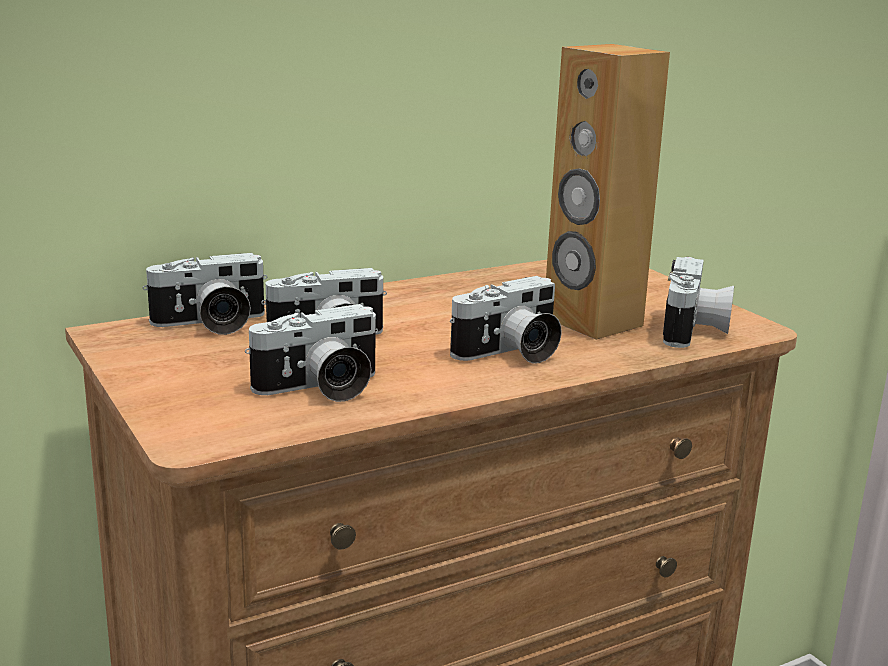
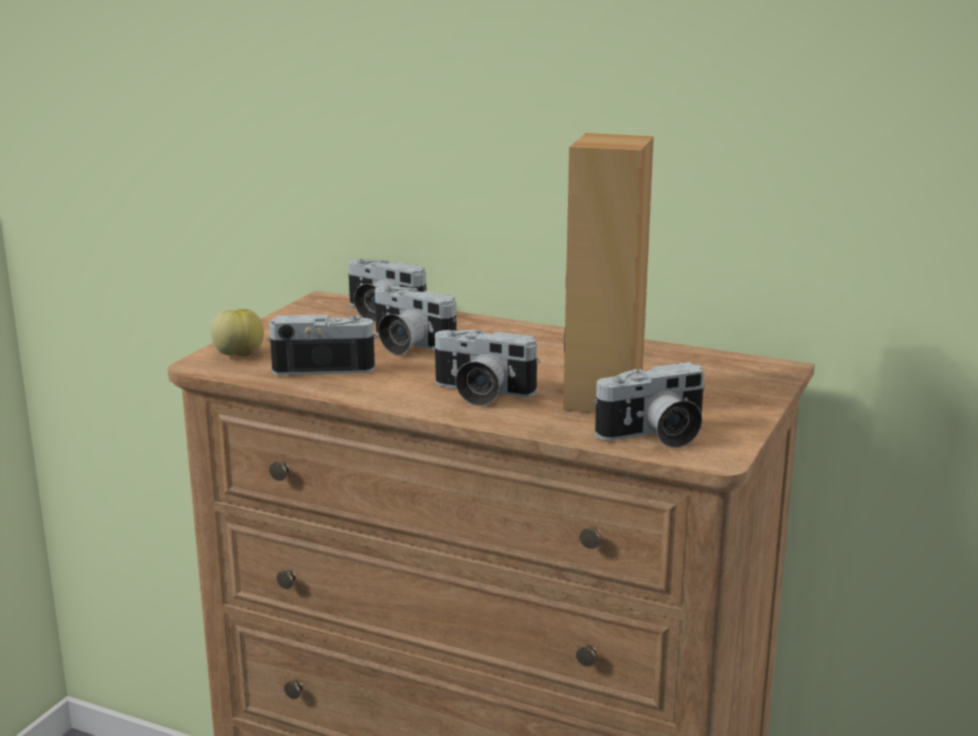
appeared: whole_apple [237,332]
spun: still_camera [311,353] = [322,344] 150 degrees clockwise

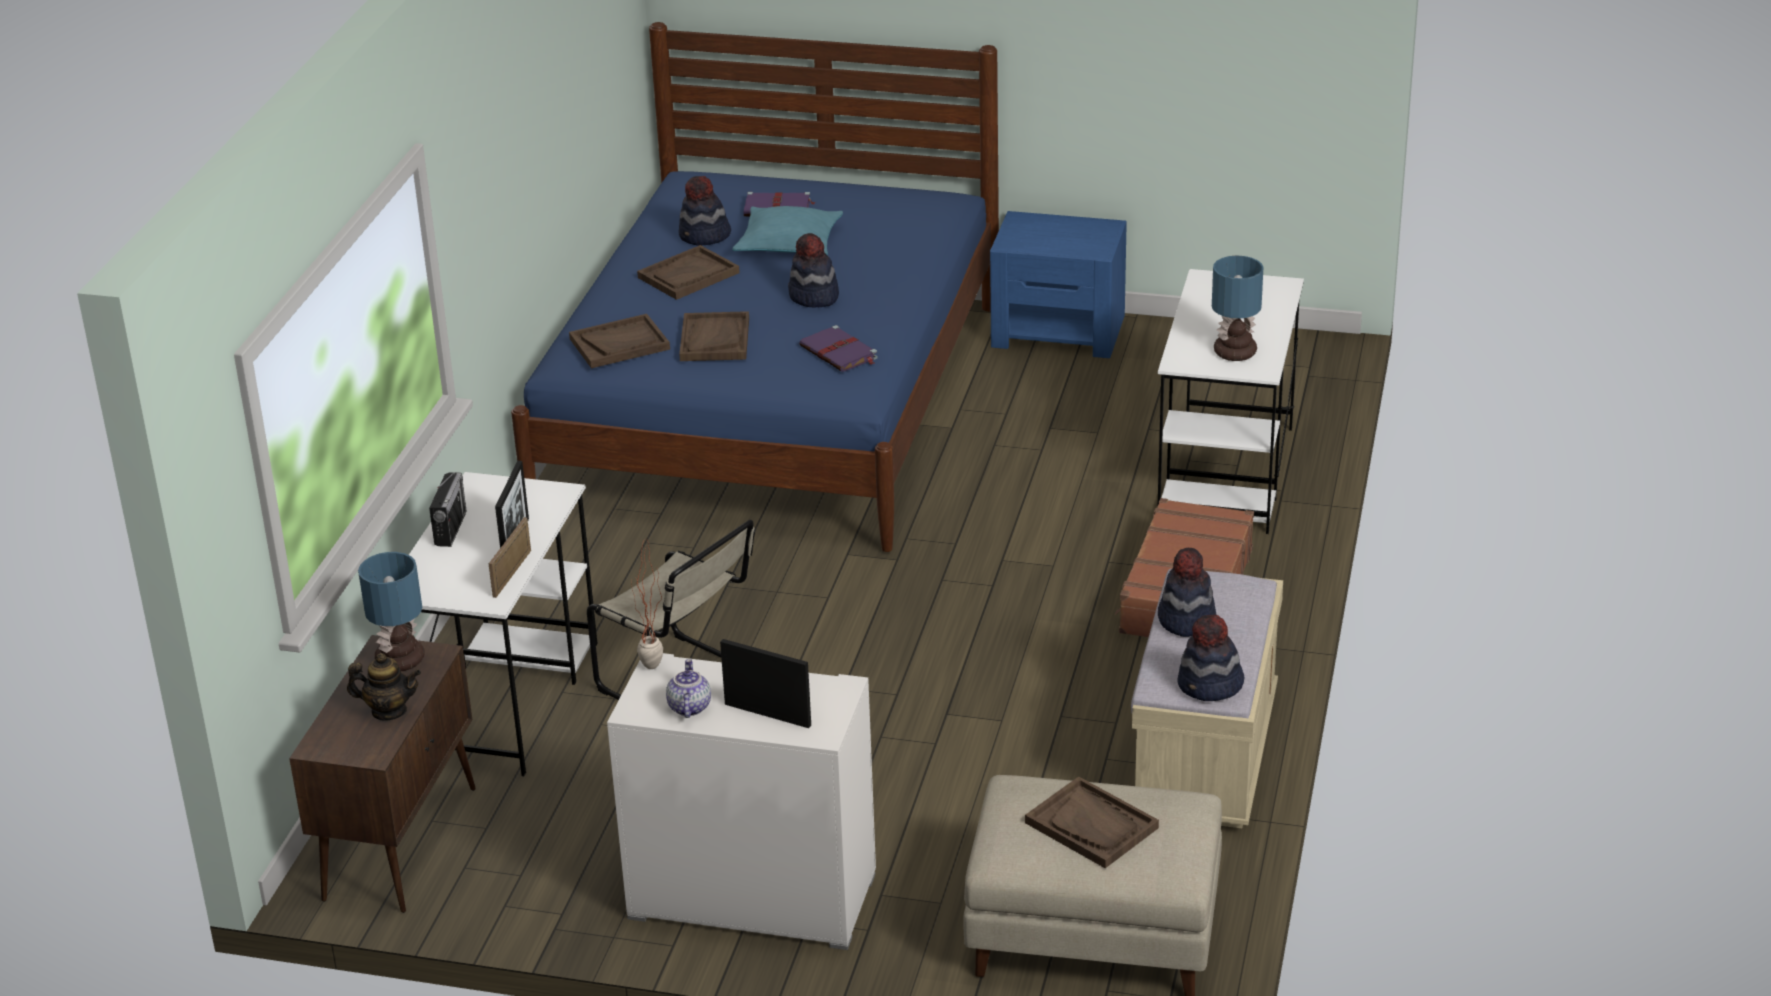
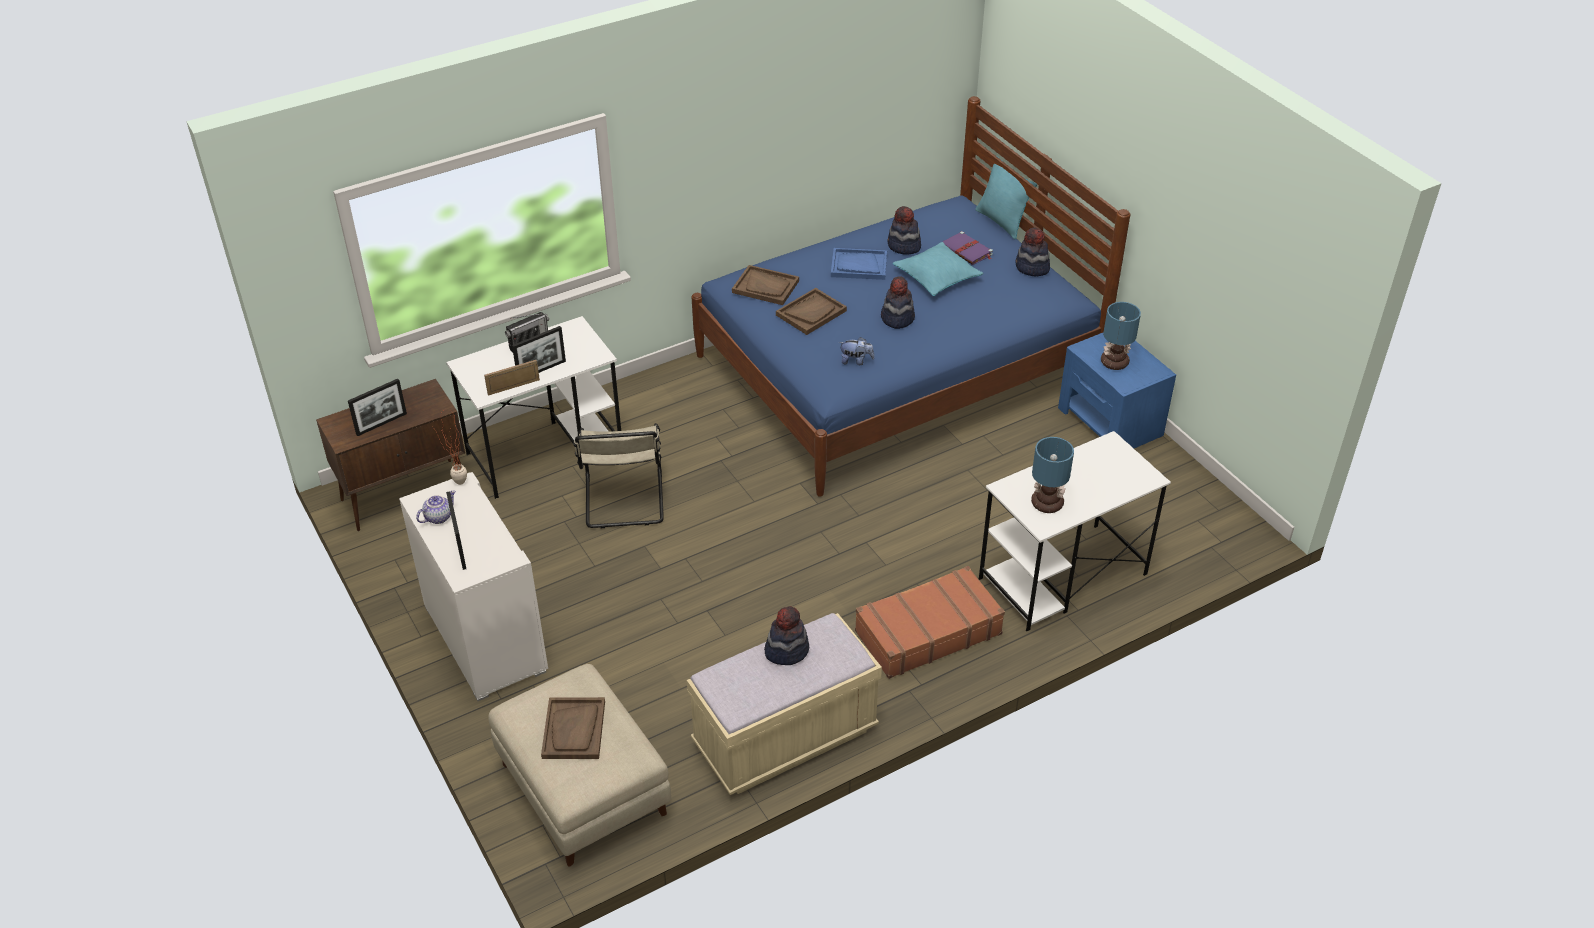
appeared: turquoise-coloured_throw_pillow [1006,197]
relocated: clothing_hat [1210,657] to [1032,251]; lamp_for_a_table [391,611] to [1121,336]
exchanged: pot_for_tea [384,687] to photo_frame [377,407]; purple_bound_book [838,348] to plush_toy [856,351]
colour: brownish_serving_tray [688,272] to bluish_serving_tray [859,264]

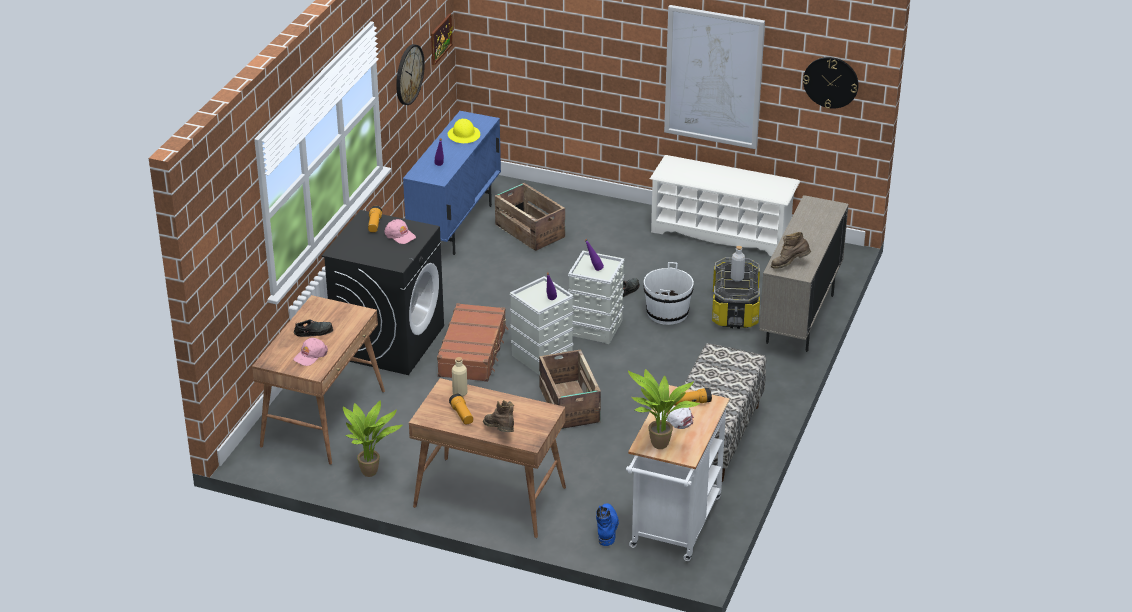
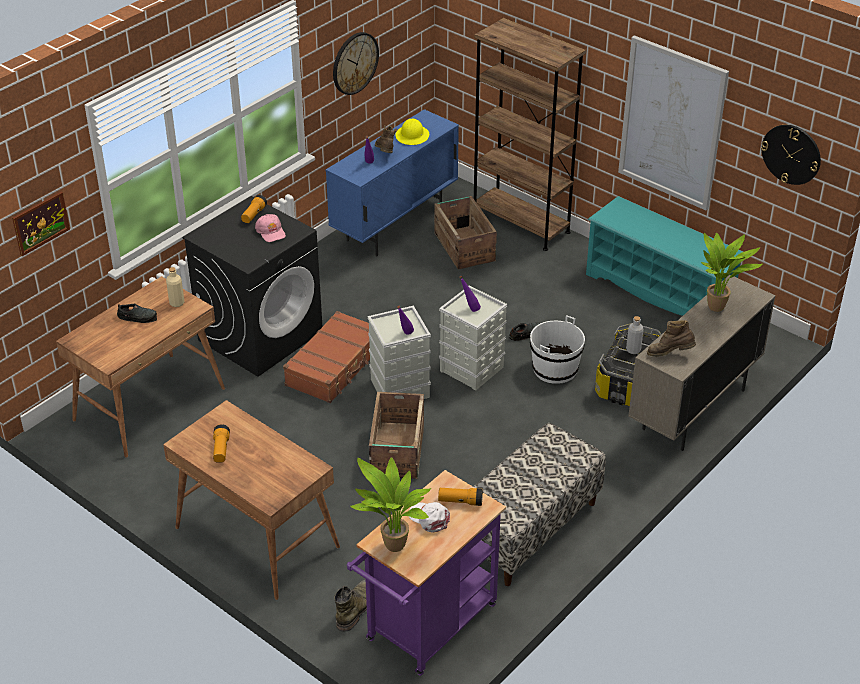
missing: pink-coloured_cap [310,352]
appeared: brownish_shelving_unit [530,134]
relocated: picture [442,40] to [41,224]; beige-coloured_drink_bottle [460,377] to [175,287]; brownish_high-top_boot [498,416] to [386,139]; potted_plant [373,439] to [732,272]
colour: bluish_high-top_boot [607,524] to green-coloured_high-top_boot [350,606]; whitish_wheeled_cart [678,473] to purple_wheeled_cart [426,573]; whitish_shoe_stand [725,205] to turquoise-coloured_shoe_stand [664,256]

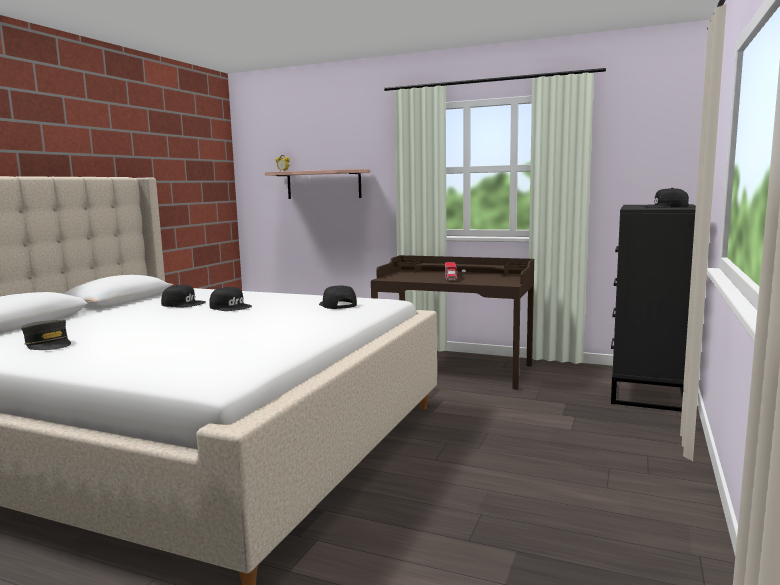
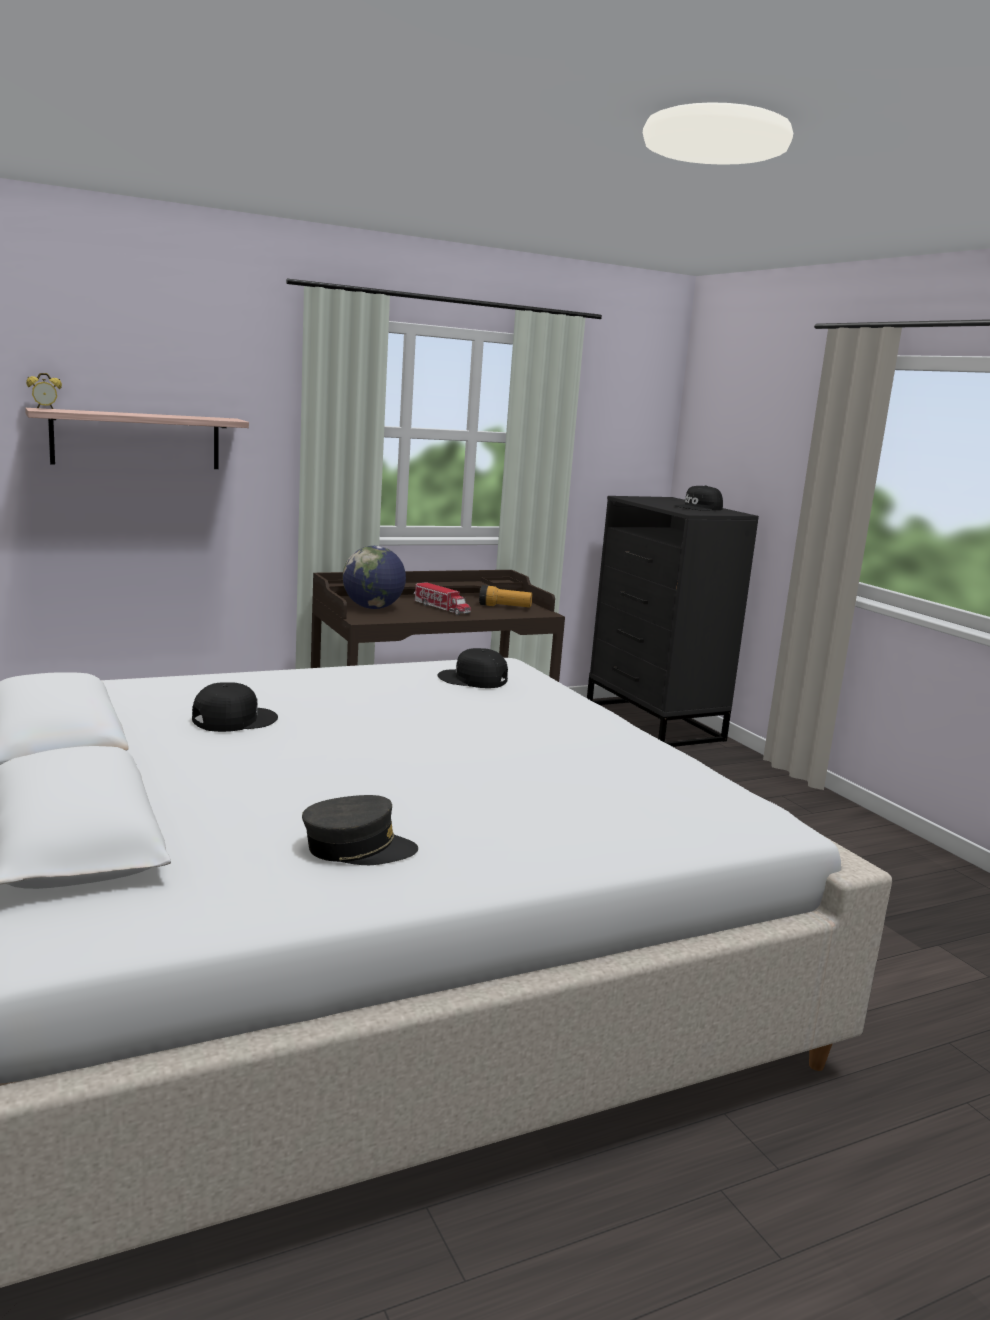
missing: blackish_cap [230,299]
appeared: globe [374,577]; flashlight [505,596]

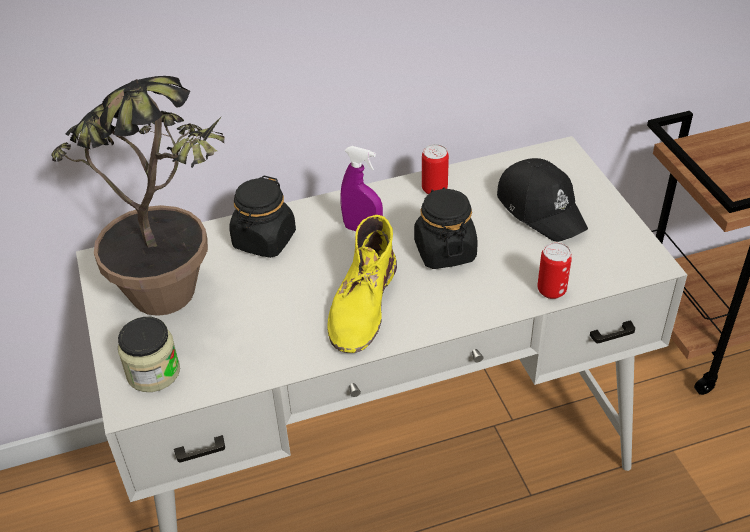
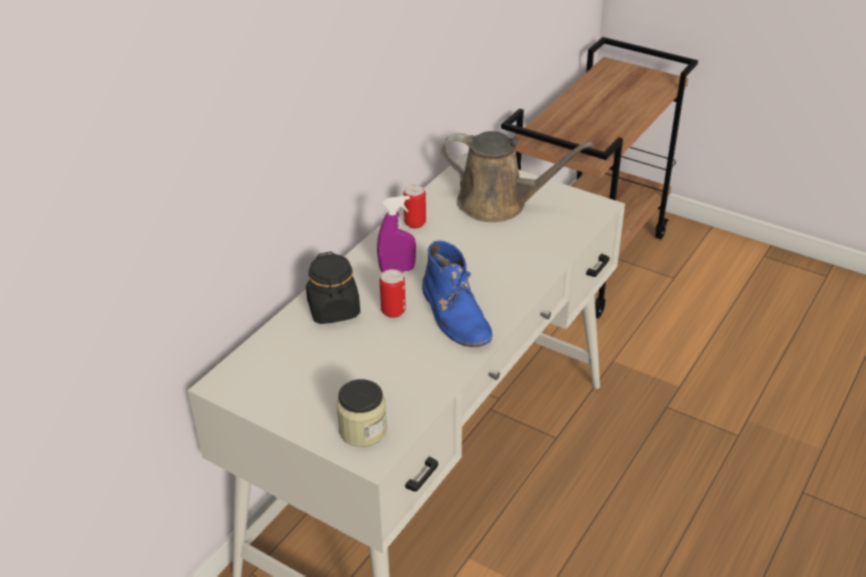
missing: potted_plant [138,196]; blackish_preserve_jar [446,228]
relocated: metal_can [554,270] to [393,293]
exchanged: blackish_cap [542,200] to brownish_sprinkling_can [517,176]
colour: yellow_high-top_boot [362,284] to bluish_high-top_boot [457,293]

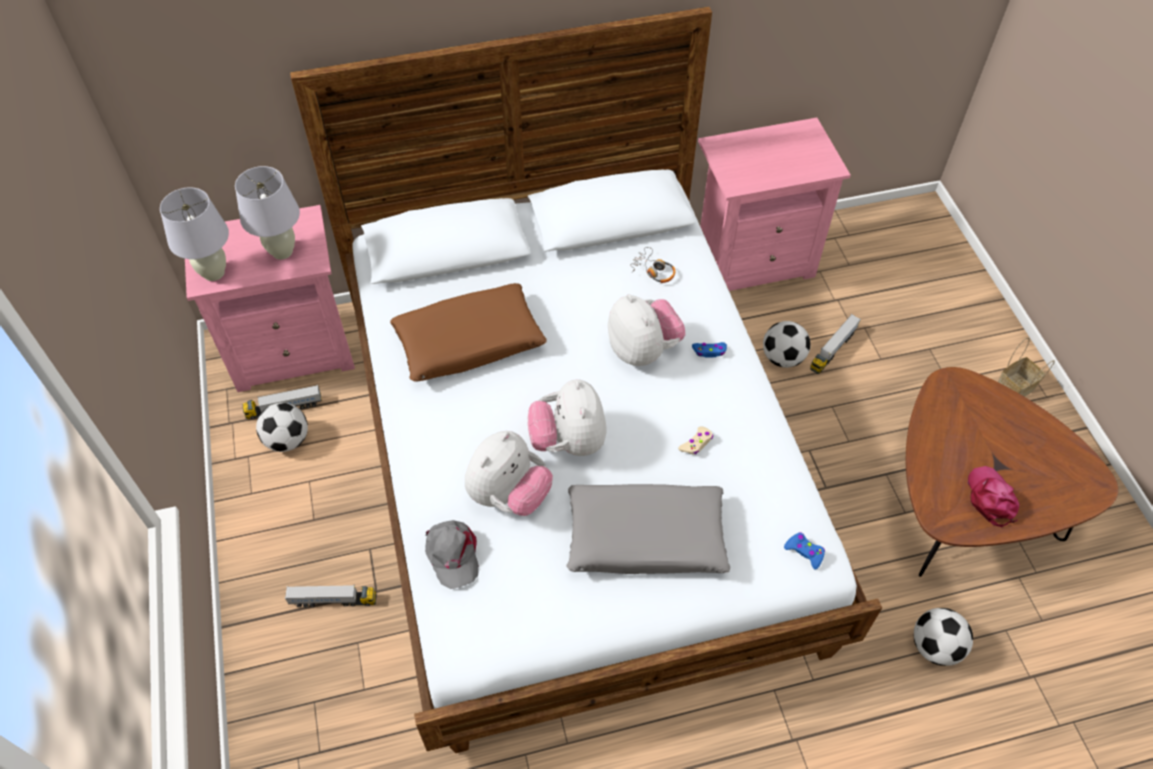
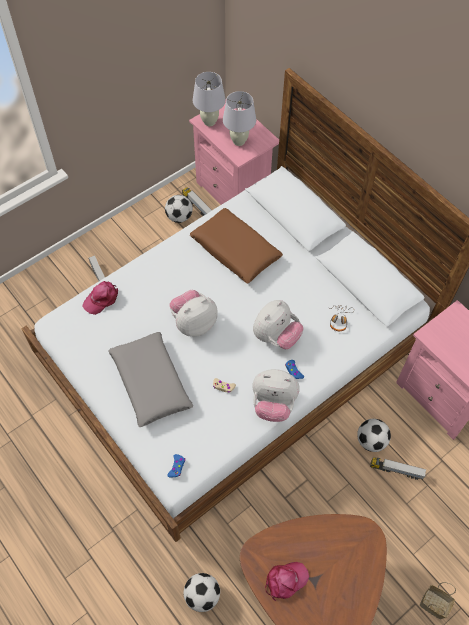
relocated: plush_toy [509,473] to [275,395]
colour: grey_cap [452,554] to pink-coloured_cap [100,298]

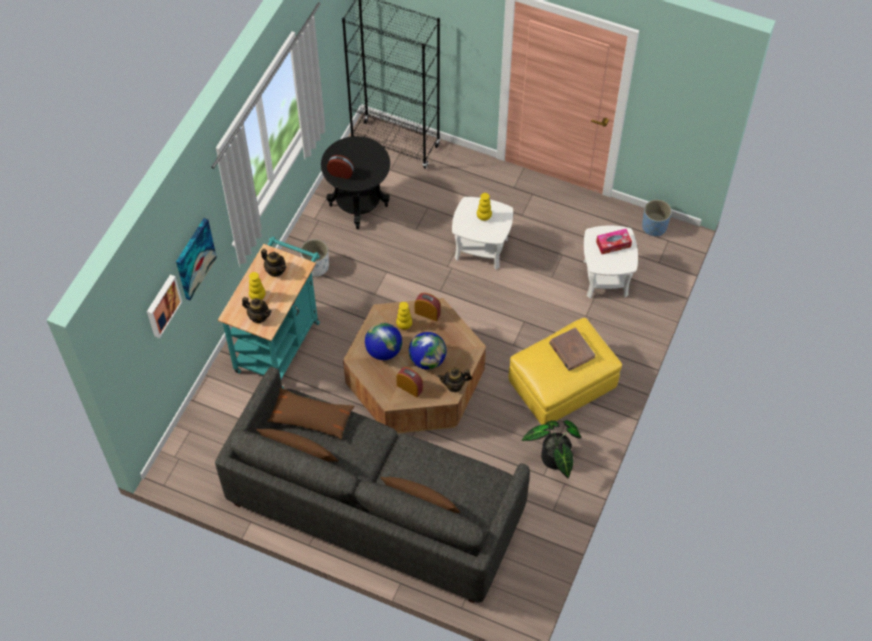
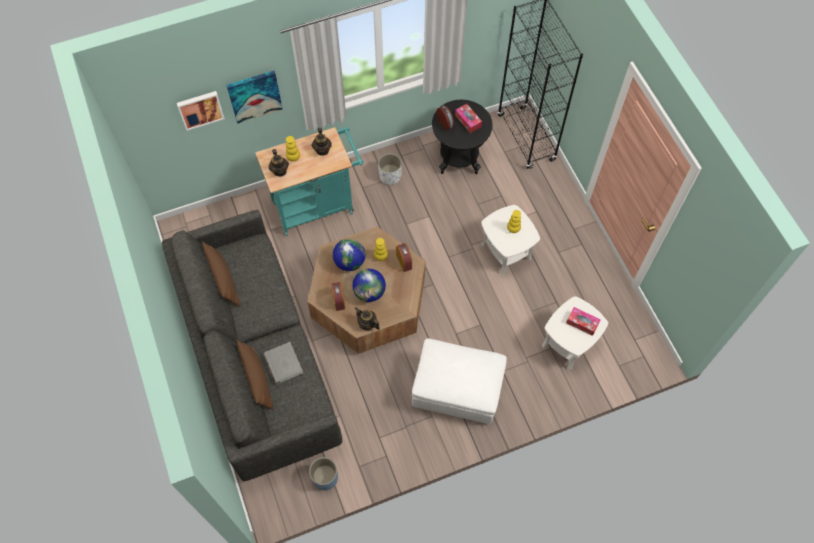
missing: brownish_throw_pillow [311,413]; potted_plant [551,449]; brownish_bound_book [572,349]
appeared: grey_bound_book [283,363]; box_of_tissues [468,118]
relocated: bluish_planter [657,218] to [323,473]
colour: yellow_pouffe [565,371] to whitish_pouffe [459,381]

